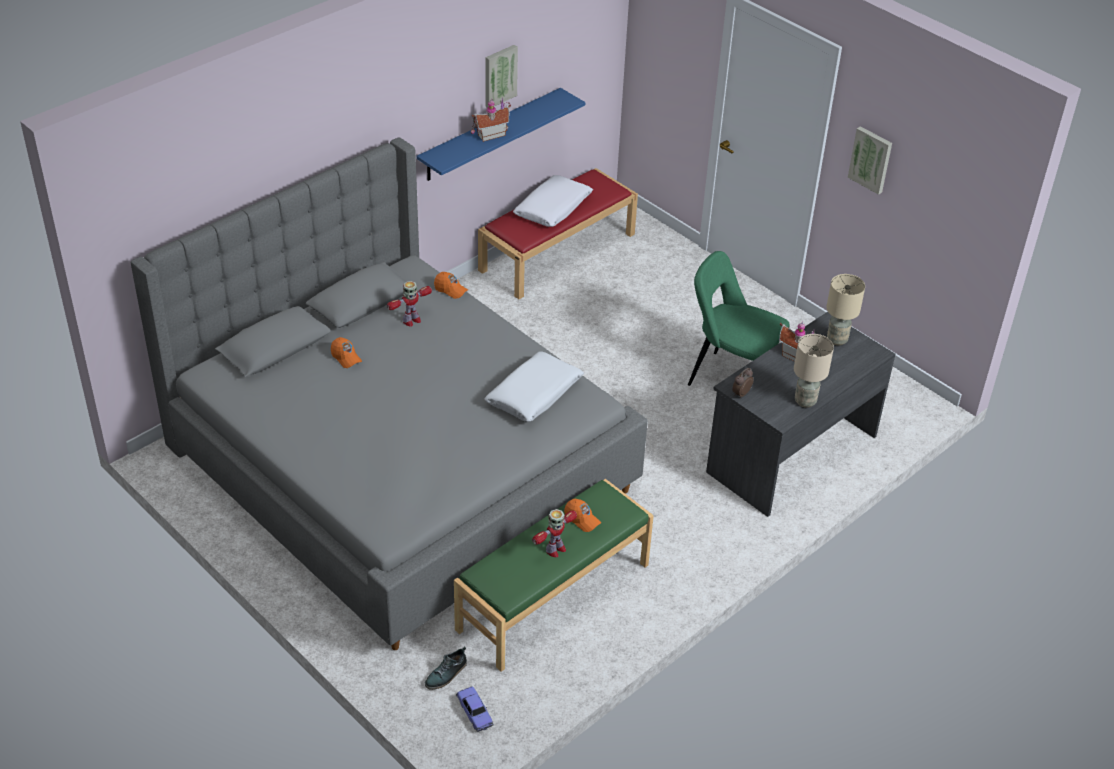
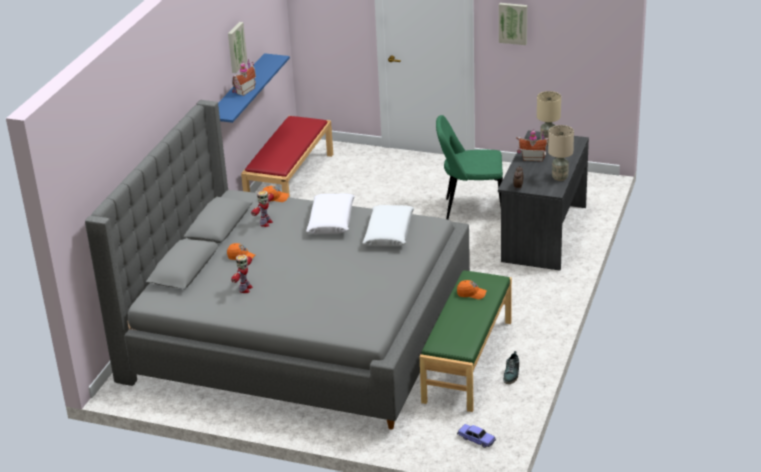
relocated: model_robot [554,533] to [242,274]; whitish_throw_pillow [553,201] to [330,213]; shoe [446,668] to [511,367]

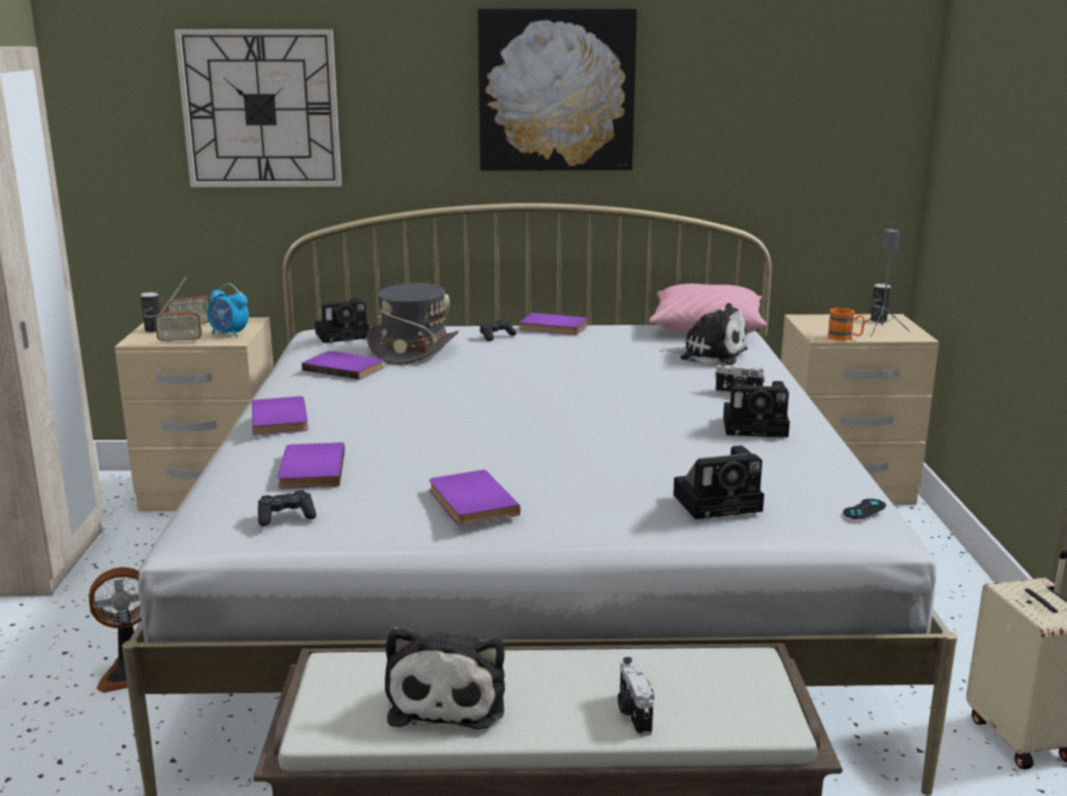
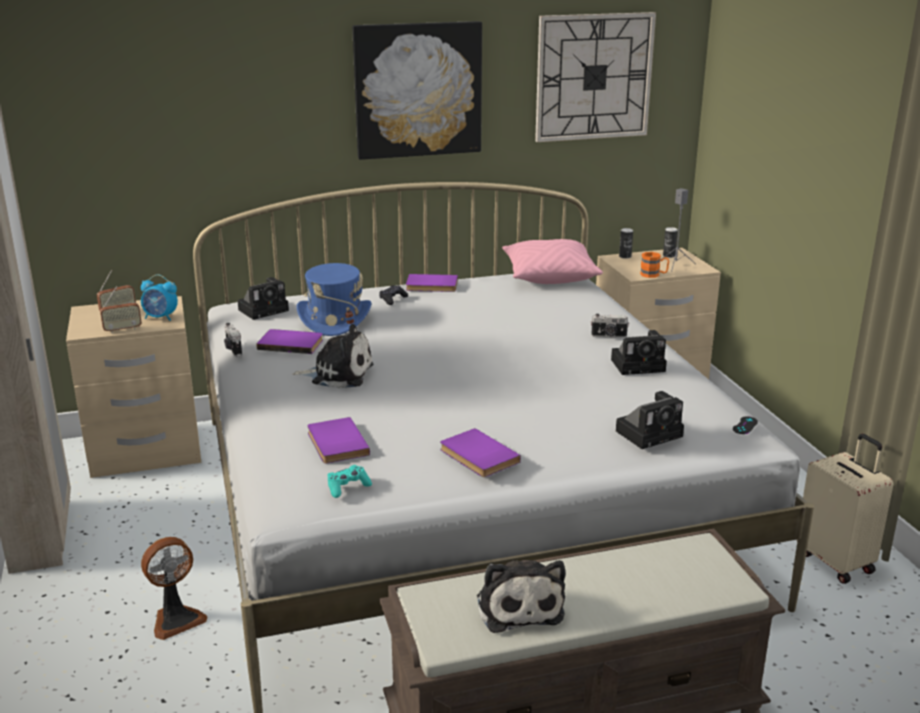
missing: purple_bound_book [280,416]
relocated: still_camera [636,696] to [233,340]; plush_toy [703,334] to [332,356]; wall_clock [258,108] to [595,77]; metal_can [150,312] to [626,243]
colour: grey_clothing_hat [413,324] to bluish_clothing_hat [334,299]; blackish_game_controller [287,508] to turquoise-coloured_game_controller [349,481]

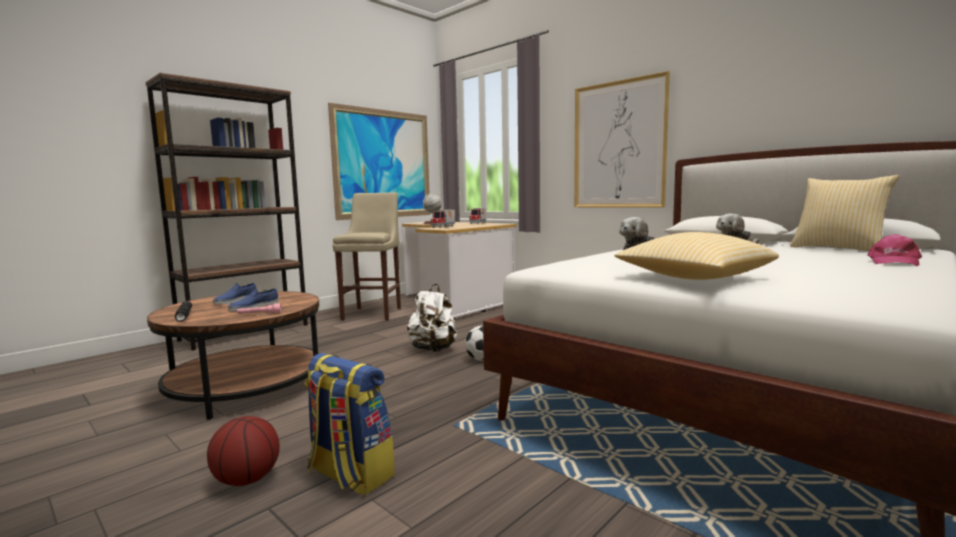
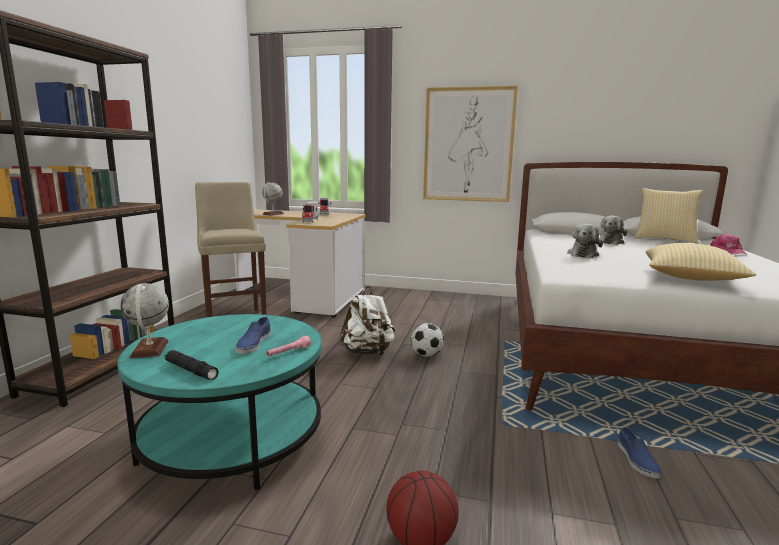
missing: rucksack [350,424]; picture [379,161]
appeared: globe [144,320]
relocated: bluish_shoe [235,293] to [639,452]
colour: brownish_coffee_table [233,355] to turquoise-coloured_coffee_table [219,402]

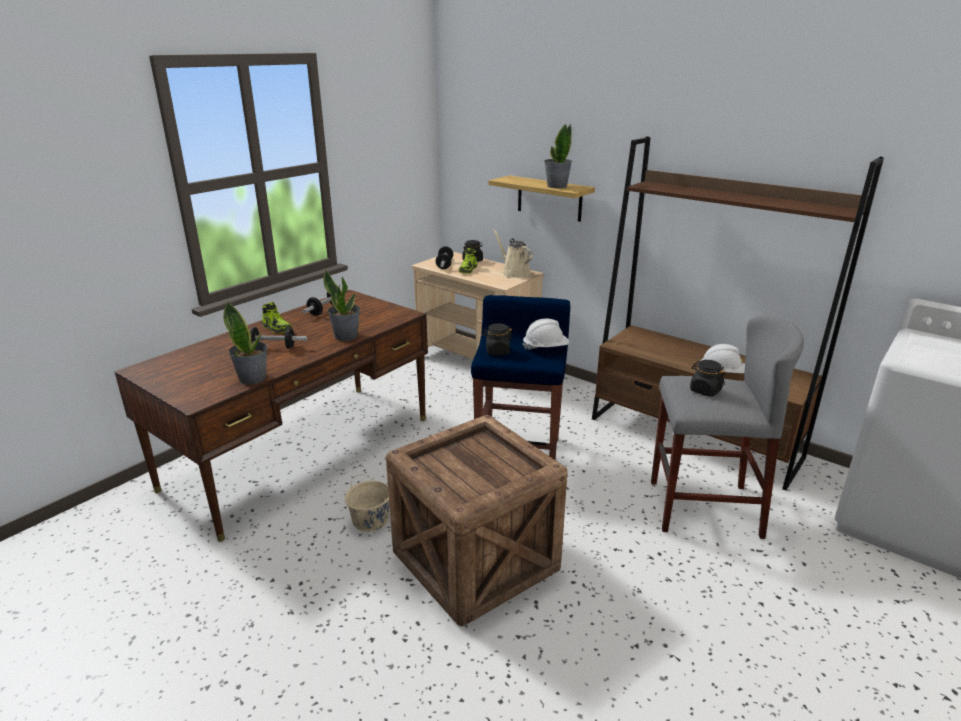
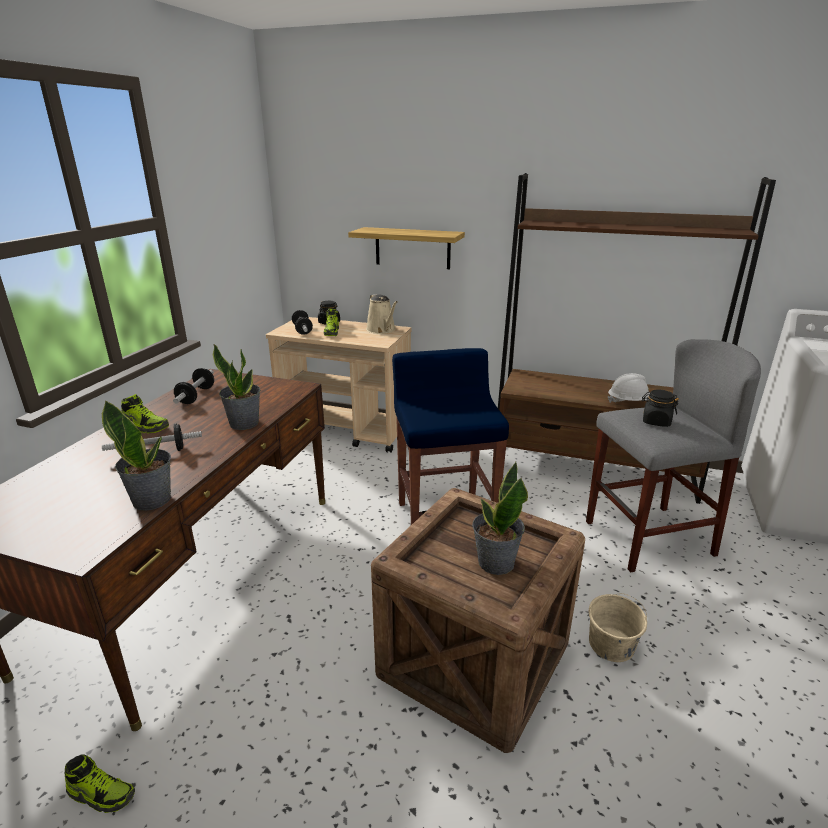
missing: blackish_preserve_jar [498,339]; whitish_work_helmet [545,334]
appeared: shoe [99,783]
relocated: potted_plant [558,155] to [500,518]; beige-coloured_pail [367,503] to [618,627]
spun: beige-coloured_sprinkling_can [513,253] = [382,314] 150 degrees counterclockwise

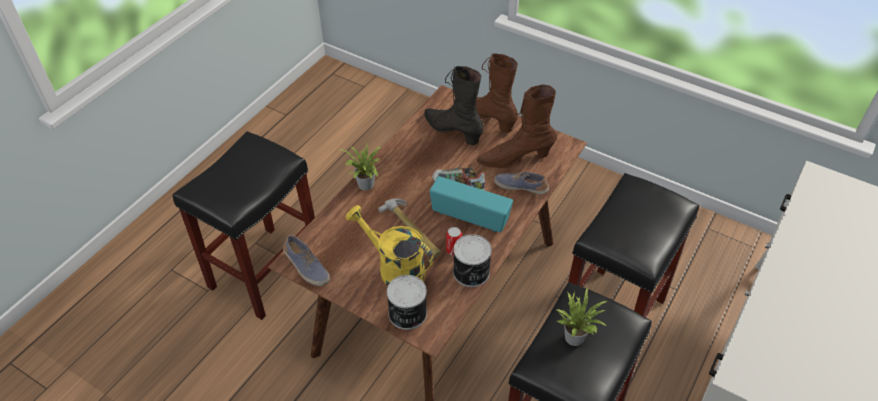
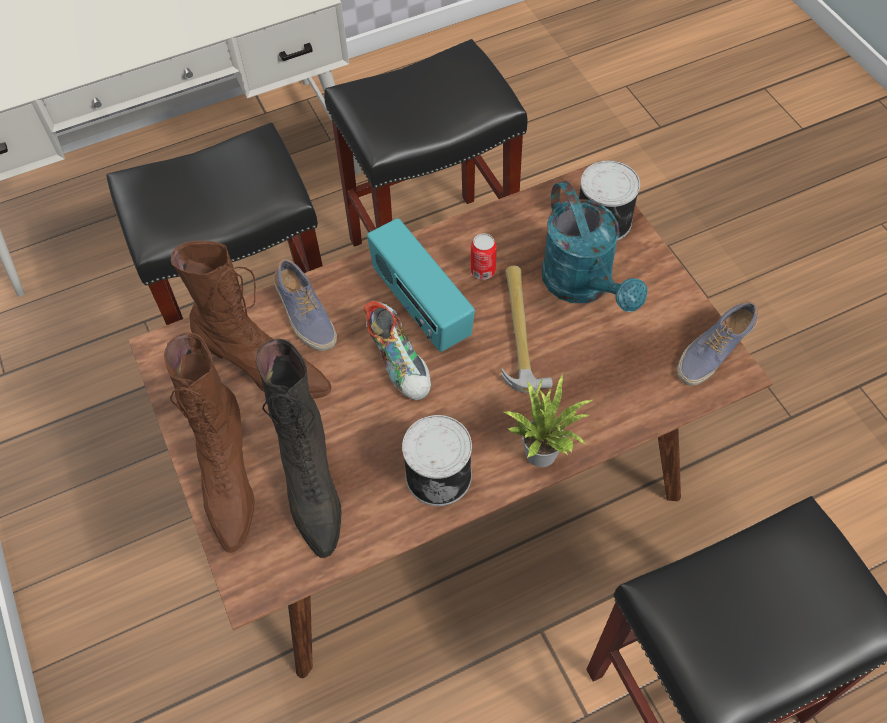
missing: potted_plant [582,317]
relocated: metal_can [472,260] to [437,460]
colour: yellow_sprinkling_can [389,245] to turquoise-coloured_sprinkling_can [594,246]
spun: shoe [306,260] = [717,343] 120 degrees counterclockwise

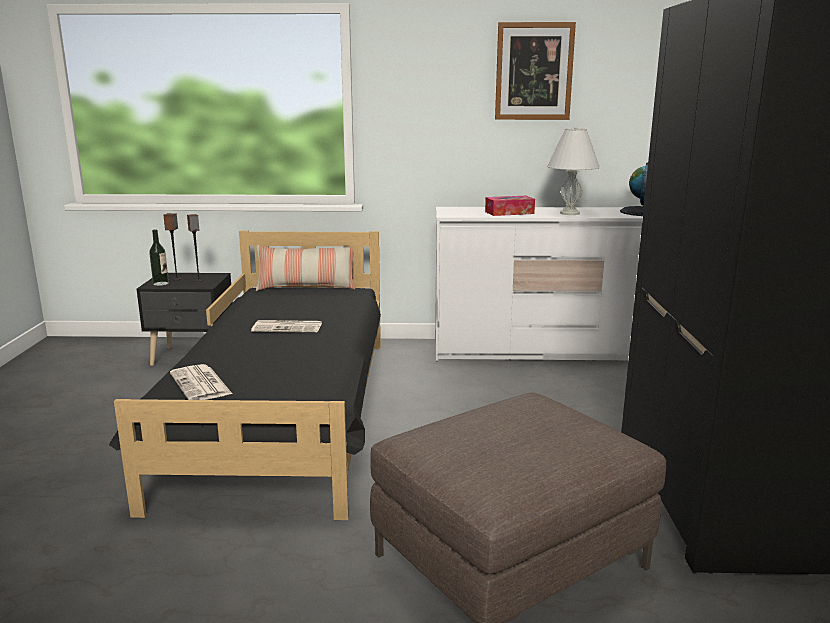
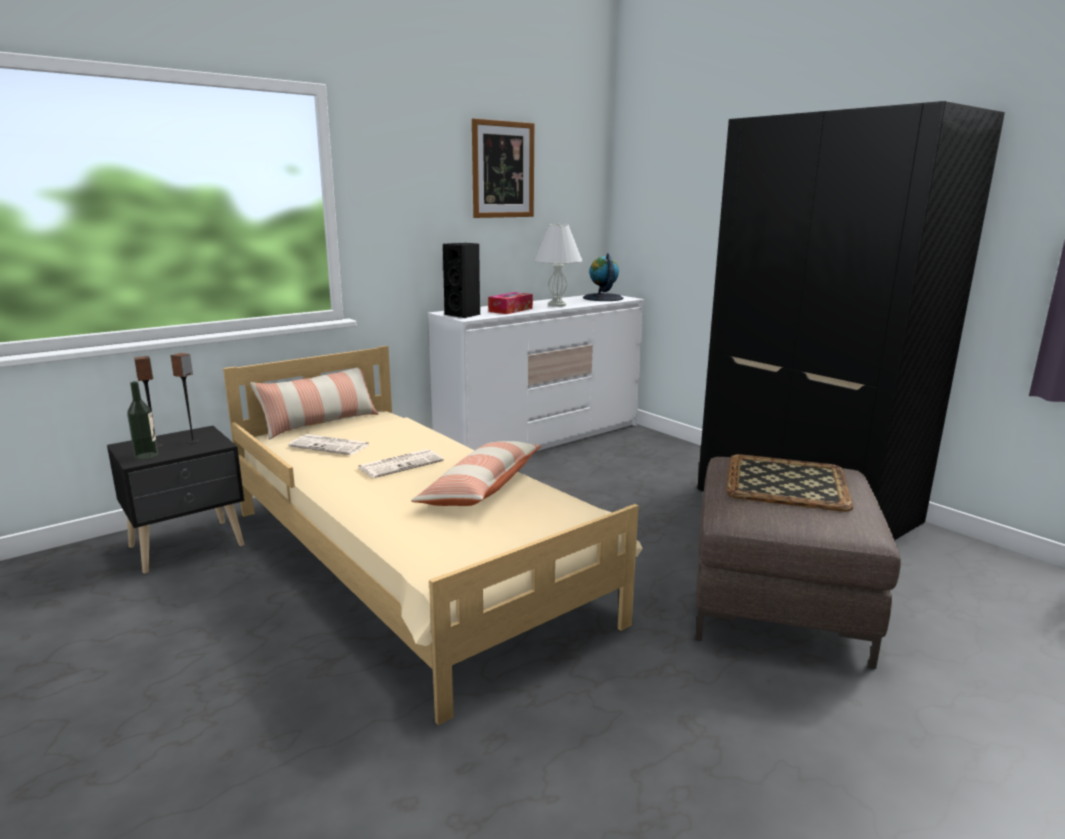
appeared: throw_pillow [476,473]; blackish_loudspeaker [461,280]; serving_tray [789,483]
relocated: newspaper [201,382] to [329,444]
colour: blackish_bed [245,375] to beige-coloured_bed [433,535]

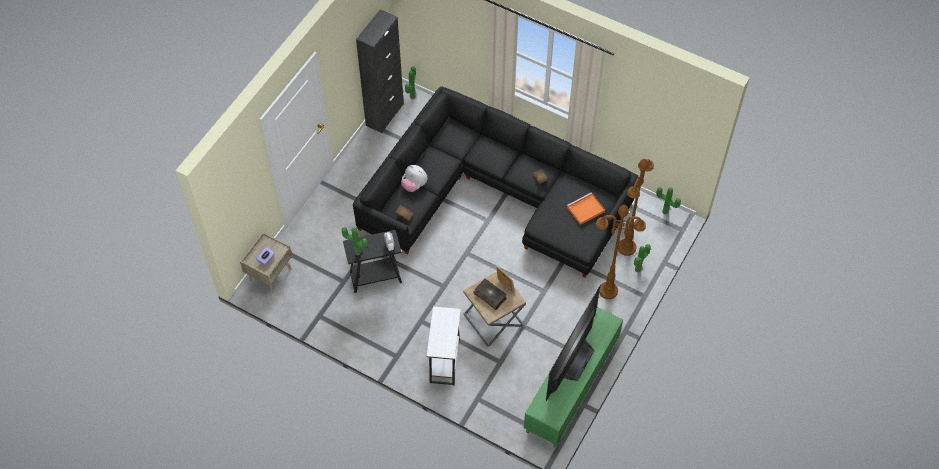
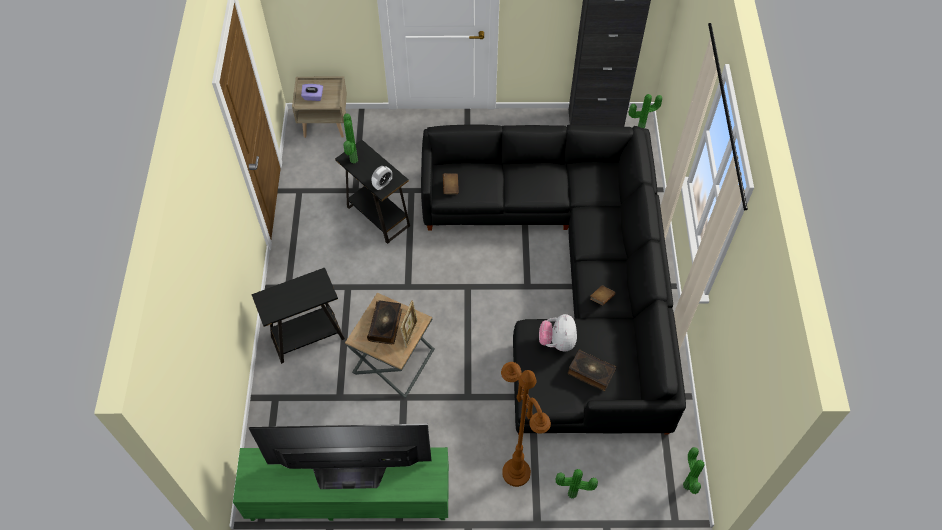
missing: brownish_standing_lamp [636,207]
relocated: plush_toy [414,178] to [558,332]
exchanged: orange_serving_tray [586,208] to bound_book [592,370]
colour: whitish_side_table [443,345] to blackish_side_table [298,316]

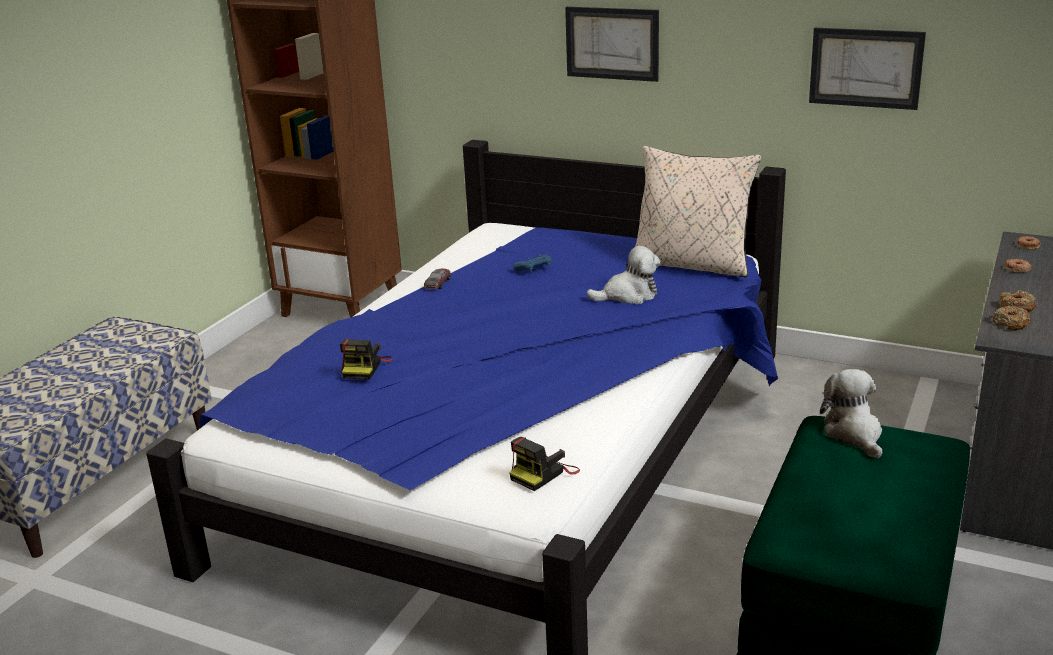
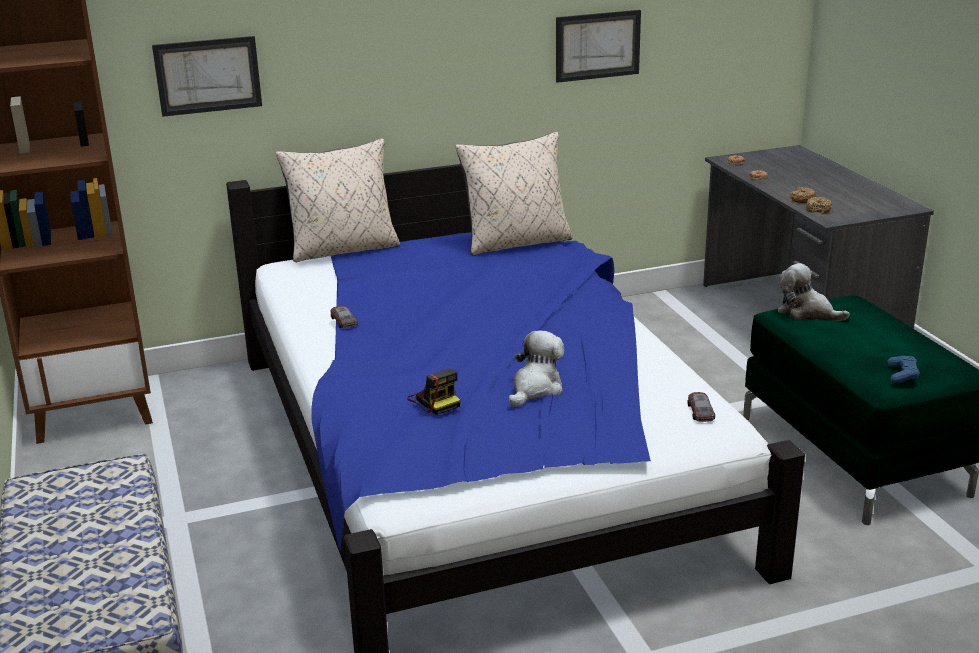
appeared: beige-coloured_throw_pillow [338,200]
relocated: picture [612,44] to [207,76]; plush_toy [624,275] to [536,369]; bluish_game_controller [532,263] to [903,370]
exchanged: still_camera [544,464] to toy_car [701,407]

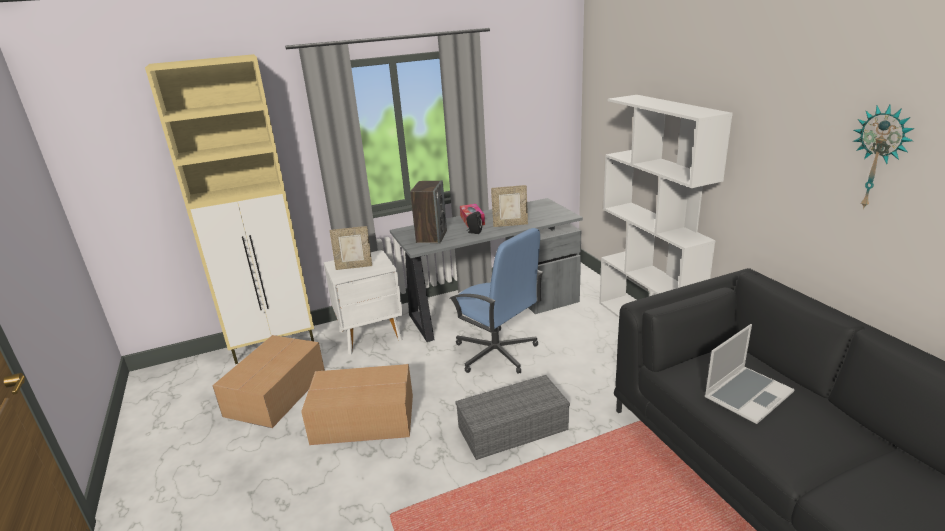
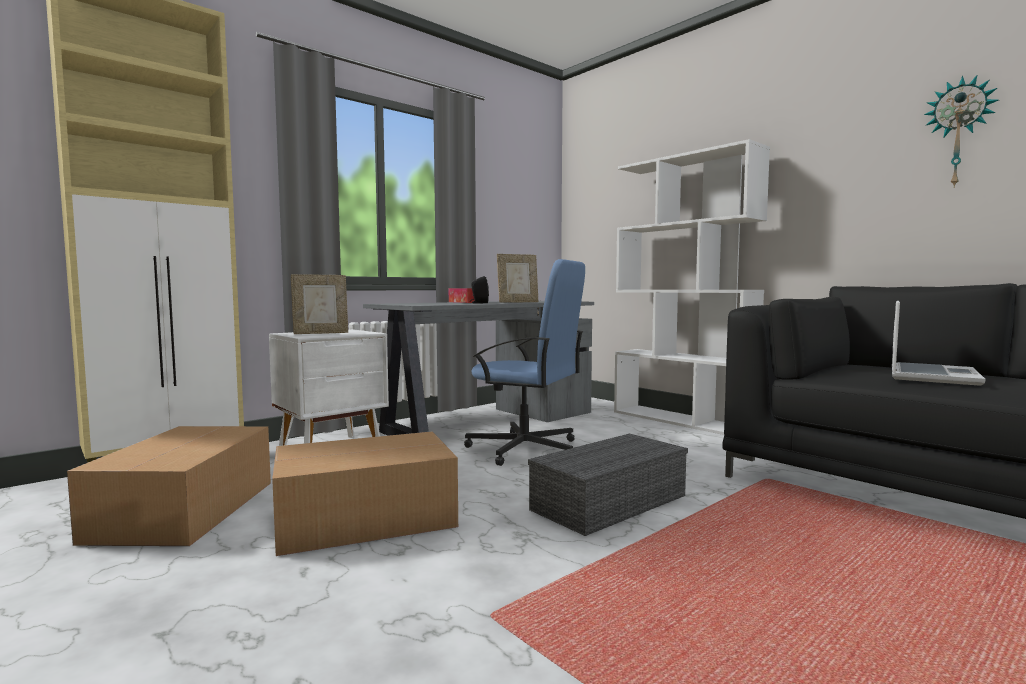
missing: loudspeaker [428,212]

